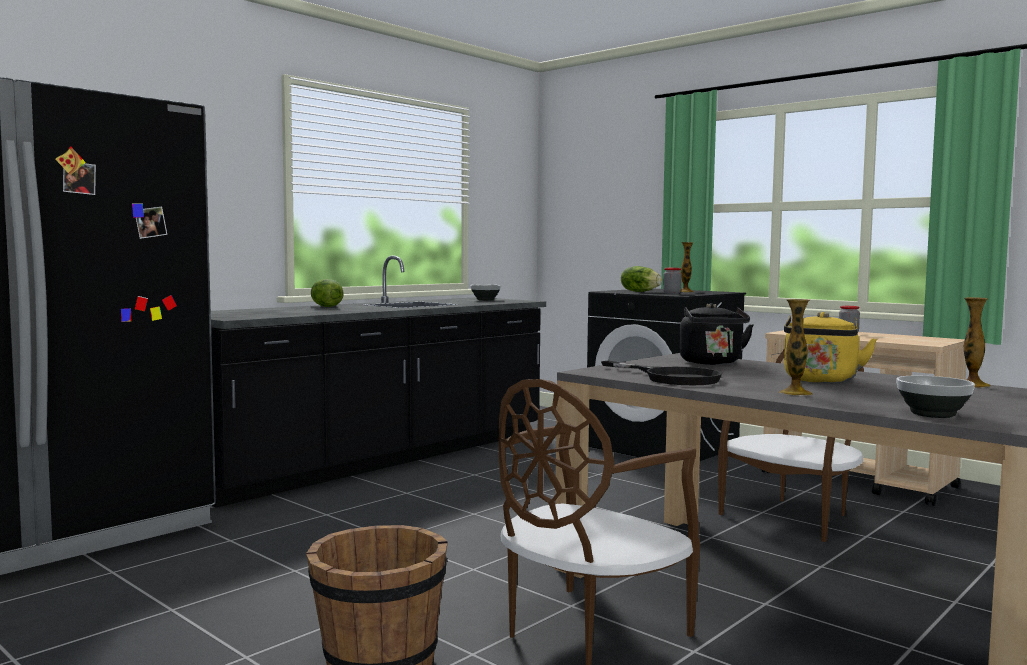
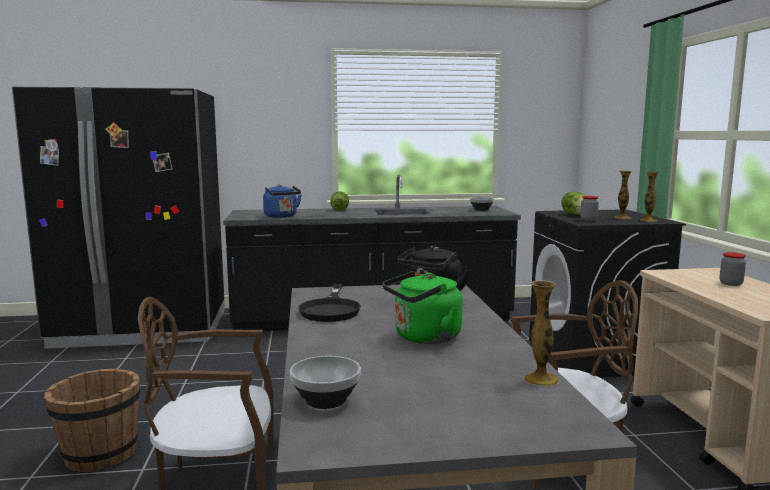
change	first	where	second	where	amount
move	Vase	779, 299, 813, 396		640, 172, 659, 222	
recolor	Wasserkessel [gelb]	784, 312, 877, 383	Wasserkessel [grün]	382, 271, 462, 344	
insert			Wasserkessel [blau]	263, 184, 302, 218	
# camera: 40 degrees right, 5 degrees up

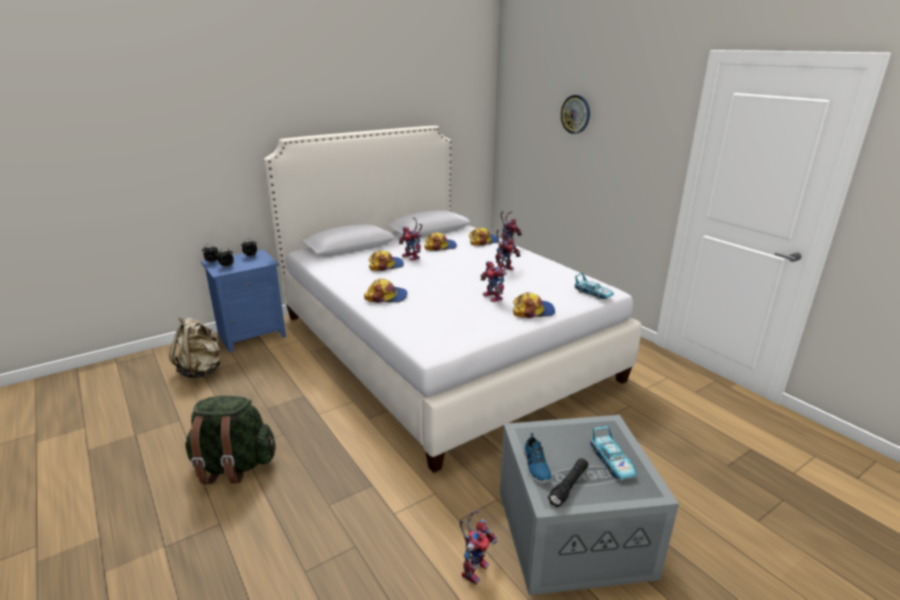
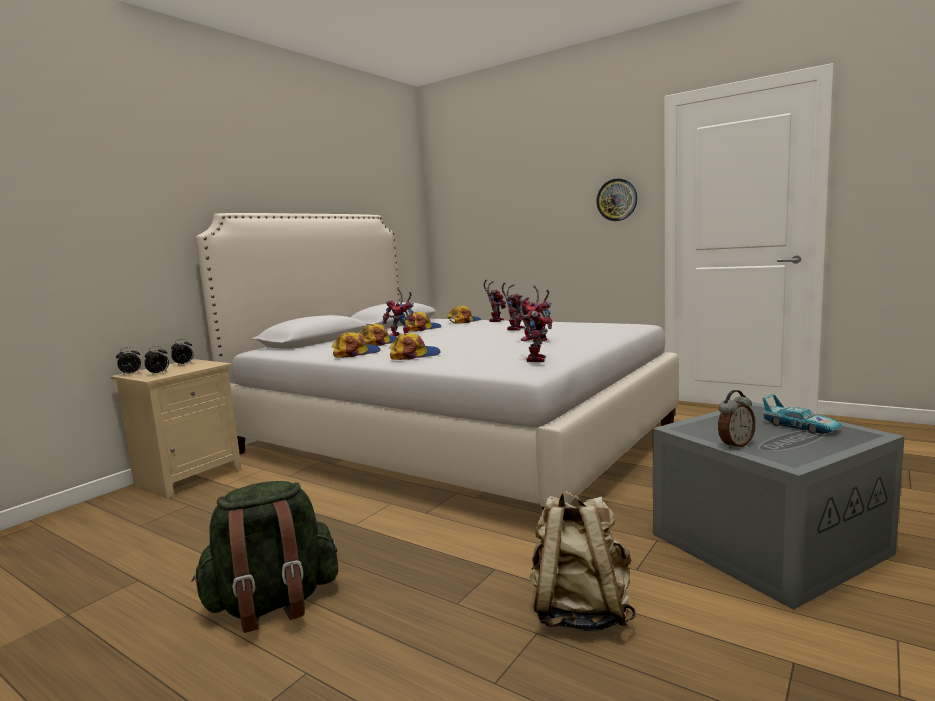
change	first	where	second	where	amount
move	Wanduhr	561, 95, 590, 134		596, 178, 637, 221	
recolor	Nachttisch [blau]	201, 249, 286, 352	Nachttisch [beige]	111, 359, 242, 499	
delete	Spielzeugauto	575, 273, 614, 299			
move	Kappe	513, 292, 555, 318		331, 332, 381, 358	
move	Rucksack [beige]	169, 317, 222, 378		529, 490, 636, 631	
replace	Schuh	523, 433, 552, 483	Wecker	718, 390, 755, 449	
delete	Taschenlampe [schwarz]	548, 458, 588, 508			
move	Spielzeugroboter	459, 510, 497, 585		516, 295, 548, 362	
# camera: 20 degrees left, 15 degrees down

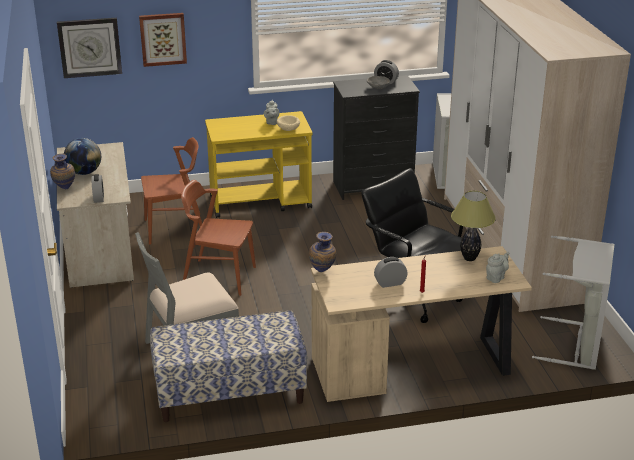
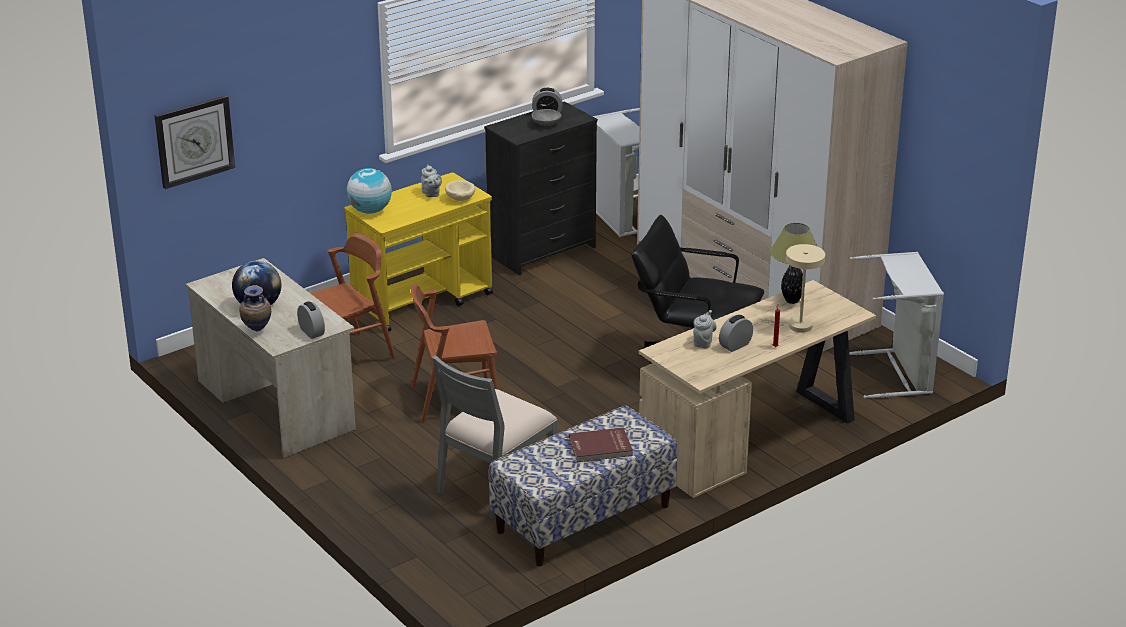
change	first	where	second	where	amount
delete	Bild	139, 13, 187, 67			
delete	Vase	309, 232, 336, 272			
move	Teekanne [grau]	486, 252, 509, 283		693, 310, 717, 348	
insert			Globus	346, 168, 392, 214	
insert			Tischlampe [beige]	759, 244, 825, 333	
insert			Buch [rot]	569, 428, 633, 462	
# camera: 25 degrees left, 0 degrees up

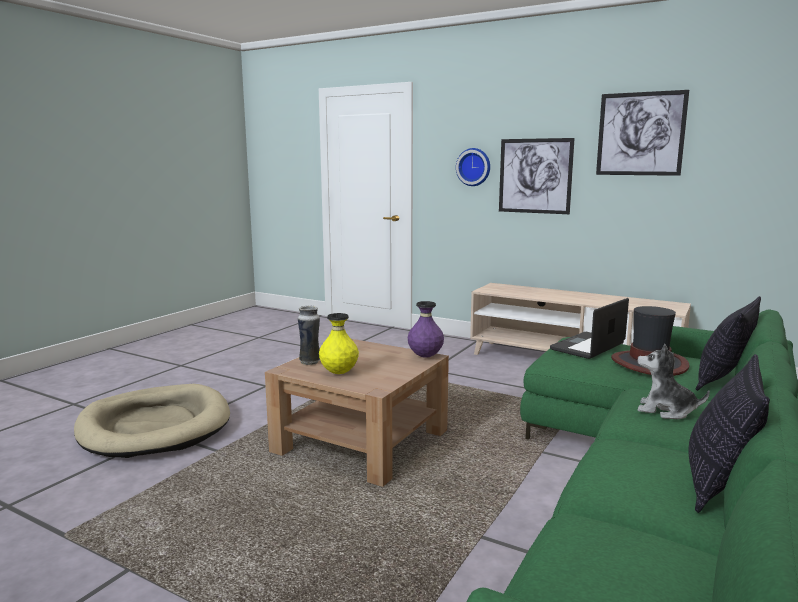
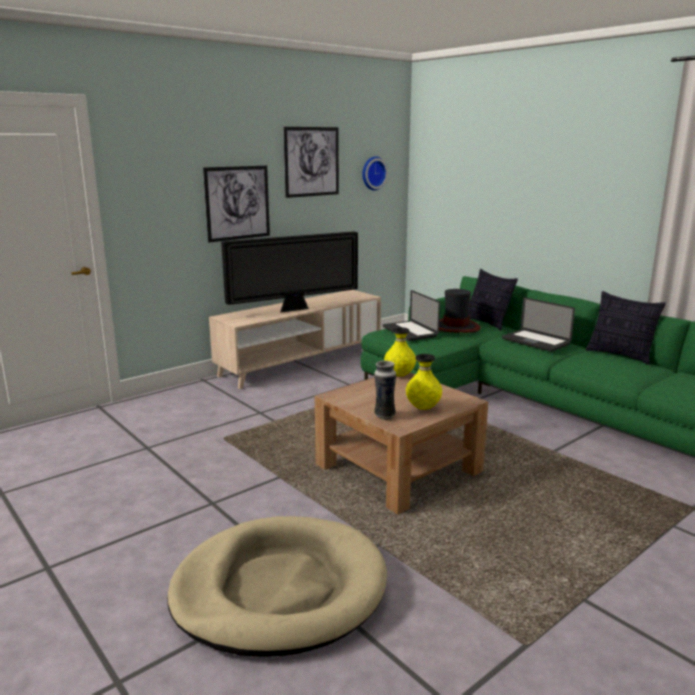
change	first	where	second	where	amount
move	Wanduhr	456, 148, 490, 186		362, 156, 388, 190	
recolor	Vase [lila]	408, 301, 444, 358	Vase [gelb]	384, 327, 416, 377	
replace	Plüschtier	638, 344, 710, 419	Laptop	502, 297, 575, 352	
insert			Fernseher	221, 231, 358, 313	
# camera: 70 degrees left, 5 degrees up

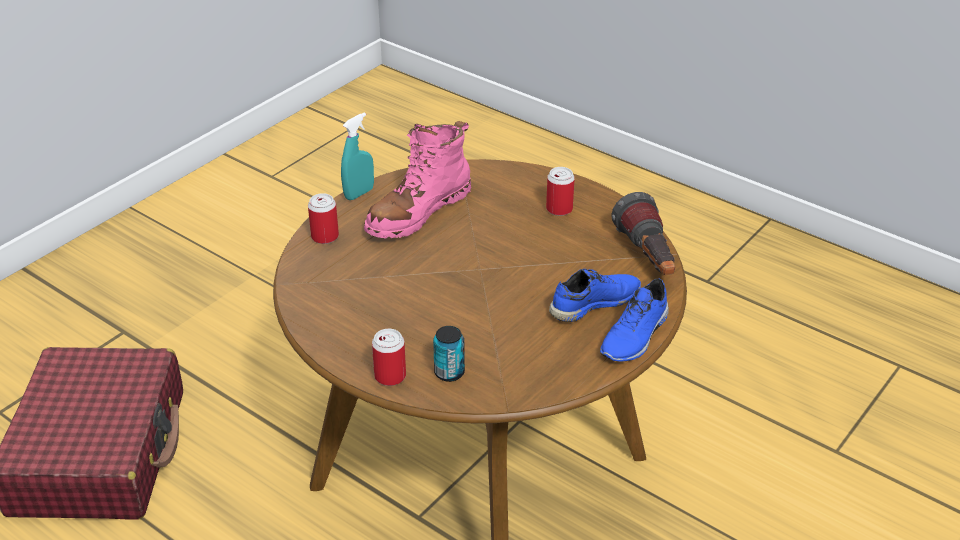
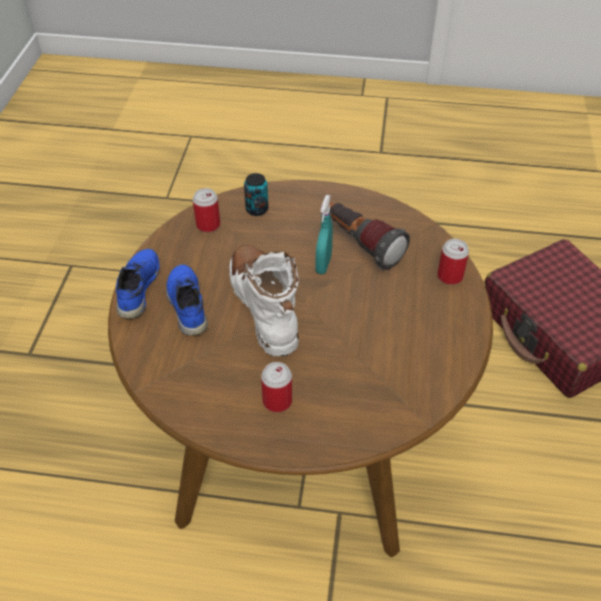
change	first	where	second	where	amount
move	Sprühflasche [türkis]	341, 113, 374, 200		316, 195, 333, 274	
delete	Stiefel [rosa]	364, 121, 471, 238			
move	Taschenlampe	611, 192, 675, 275		329, 202, 410, 270	
rotate	Schuh [blau]	549, 269, 641, 322		166, 264, 208, 336	135 degrees clockwise
move	Dose	372, 329, 406, 386		193, 188, 220, 232	
insert			Stiefel [weiß]	229, 245, 299, 356	
# camera: 150 degrees right, 10 degrees up

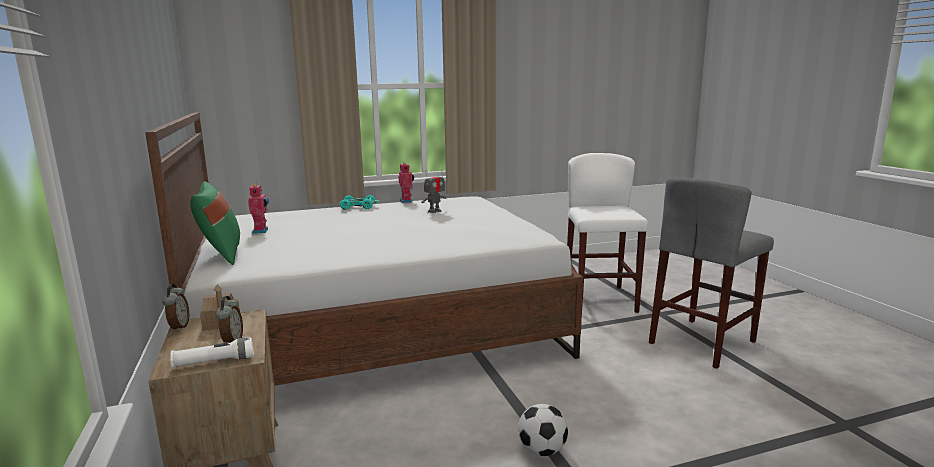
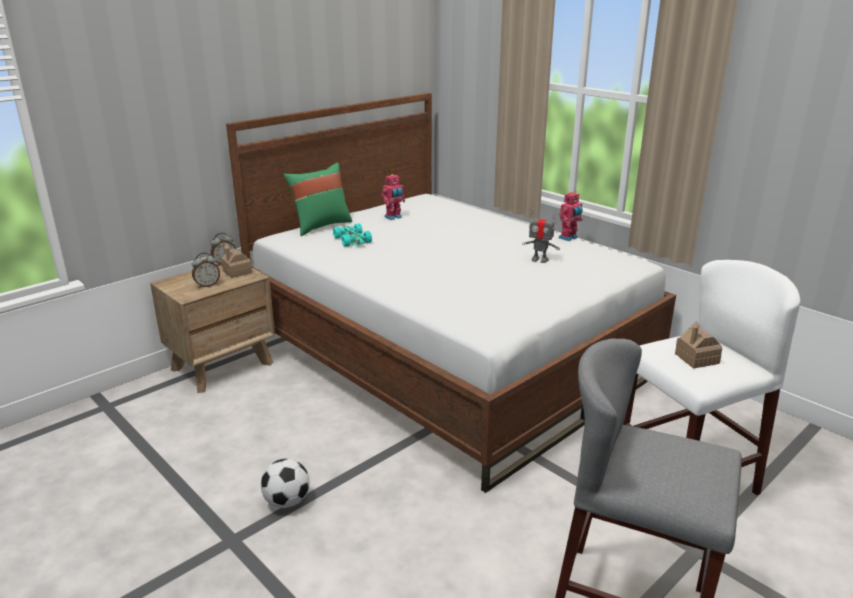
change	first	where	second	where	amount
move	Spielzeugauto [türkis]	340, 195, 379, 210		333, 223, 372, 247	
delete	Taschenlampe [weiß]	170, 337, 254, 368			
insert			Spielzeughaus	675, 321, 722, 368	
# camera: 65 degrees right, 10 degrees up

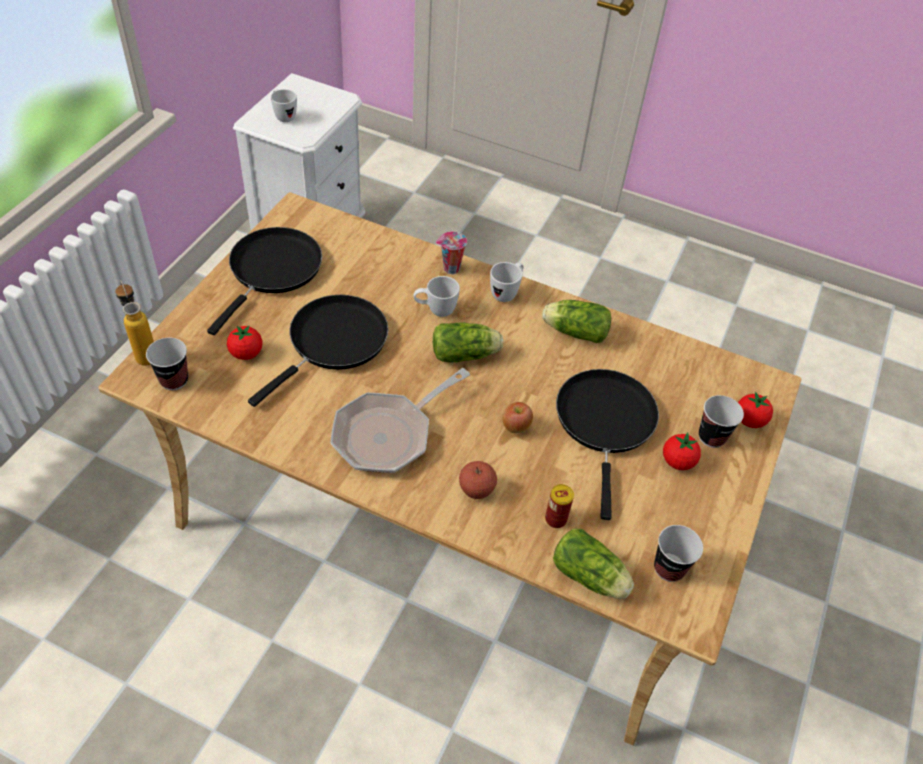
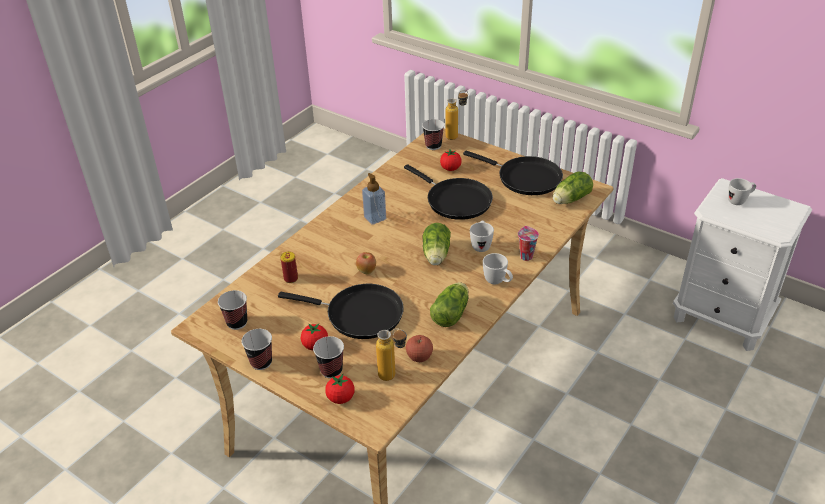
change	first	where	second	where	amount
replace	Pfanne	330, 368, 470, 473	Seifenspender	362, 173, 386, 225	
move	Apfel	459, 461, 497, 499		406, 335, 433, 362	
move	Salatkopf	553, 528, 634, 599		553, 171, 593, 204	
insert			Tasse	241, 329, 272, 370	
insert			Flasche	376, 329, 407, 381	
# camera: 105 degrees right, 10 degrees down

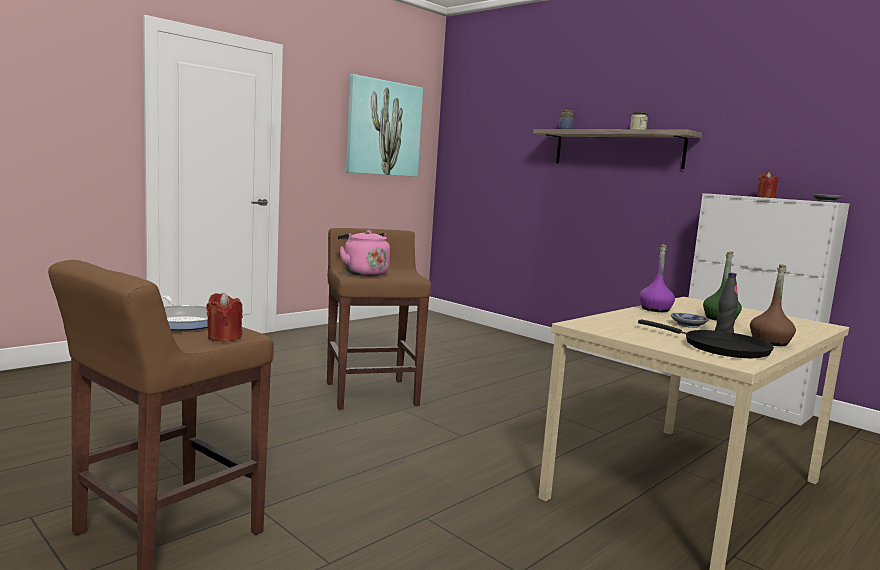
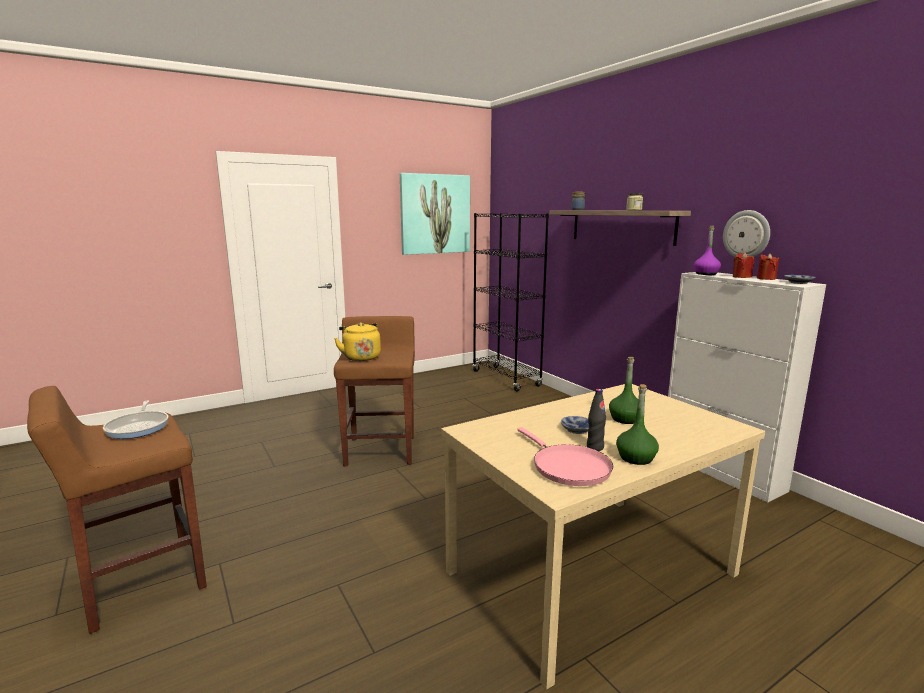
change	first	where	second	where	amount
recolor	Wasserkessel [rosa]	338, 230, 390, 276	Wasserkessel [gelb]	334, 322, 381, 361	
move	Flasche [lila]	639, 245, 675, 312		694, 226, 721, 275	
recolor	Flasche [braun]	750, 264, 796, 346	Flasche [grün]	616, 384, 659, 465	
move	Kerze [rot]	206, 292, 243, 342		757, 253, 779, 280	
recolor	Pfanne [schwarz]	638, 319, 774, 358	Pfanne [rosa]	517, 427, 613, 486	
insert			Wanduhr	723, 210, 770, 257	
insert			Bücherregal [schwarz]	472, 213, 549, 391	
# camera: 15 degrees right, 5 degrees up

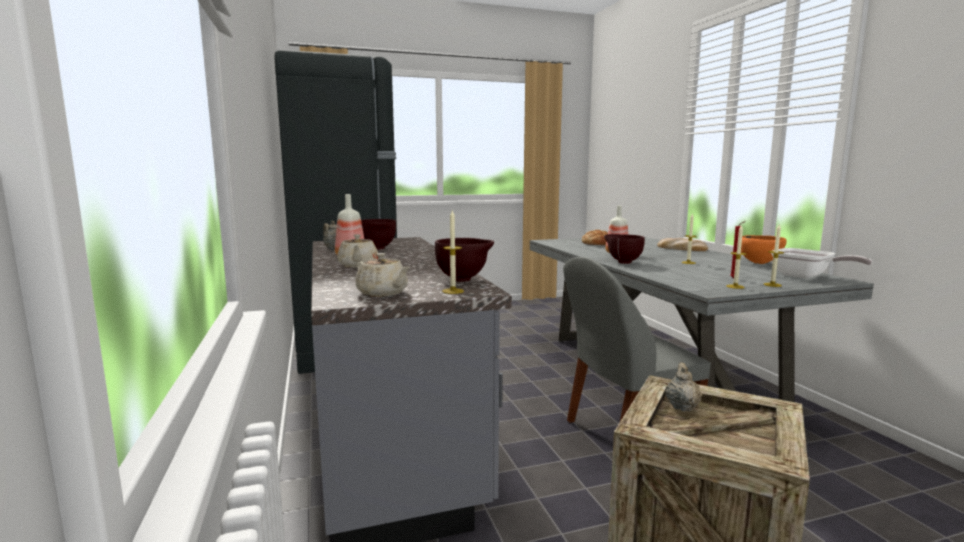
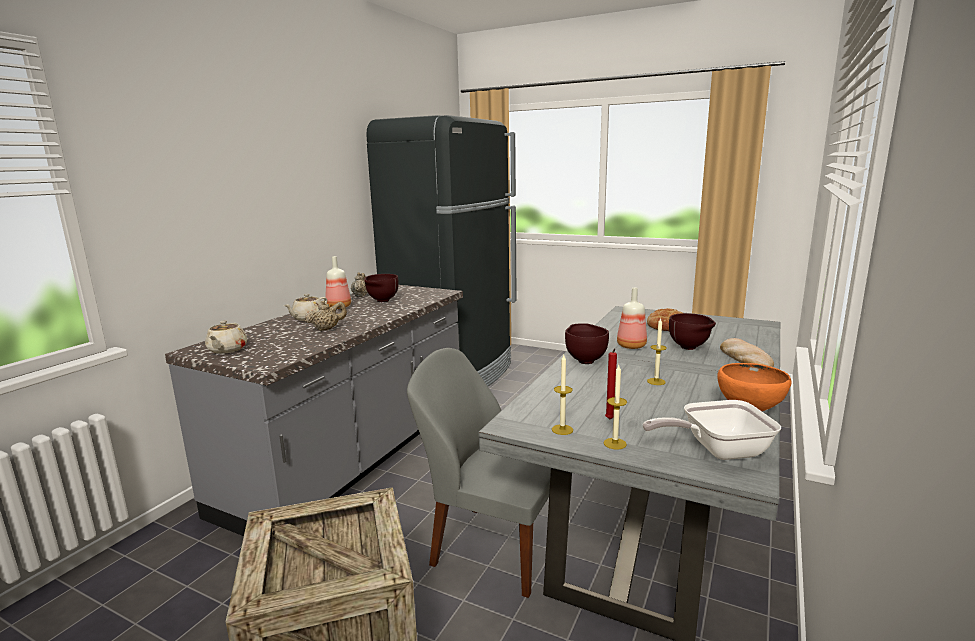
change	first	where	second	where	amount
delete	Kerze	442, 211, 464, 294			
move	Schüssel [braun]	435, 238, 494, 282		669, 313, 716, 350	
rotate	Pfanne	771, 248, 872, 279		643, 400, 781, 460	75 degrees clockwise
move	Teekanne [beige]	666, 362, 703, 412		304, 300, 347, 331	
# camera: 45 degrees right, 5 degrees up

